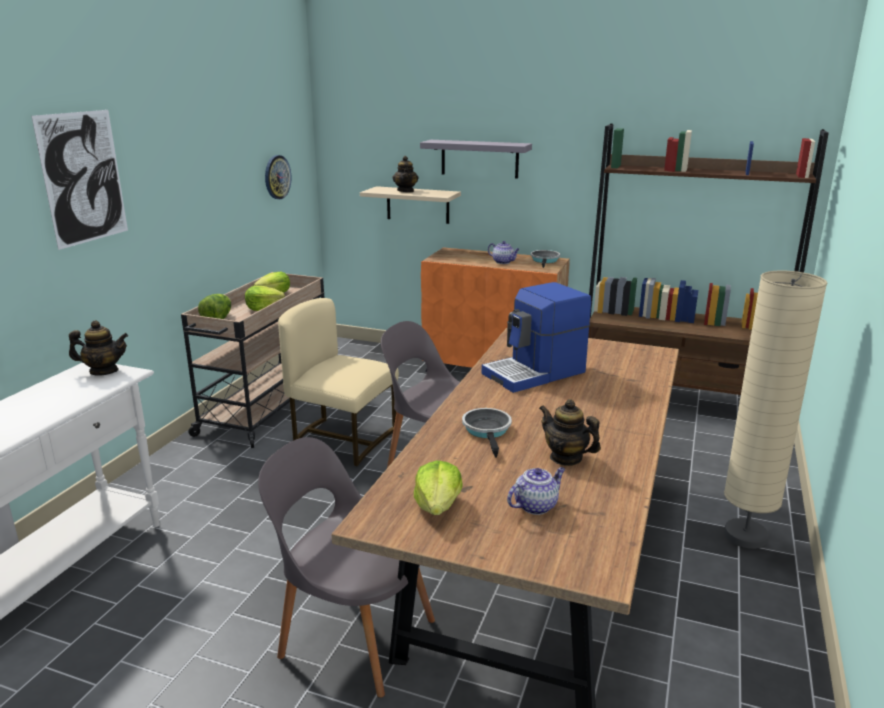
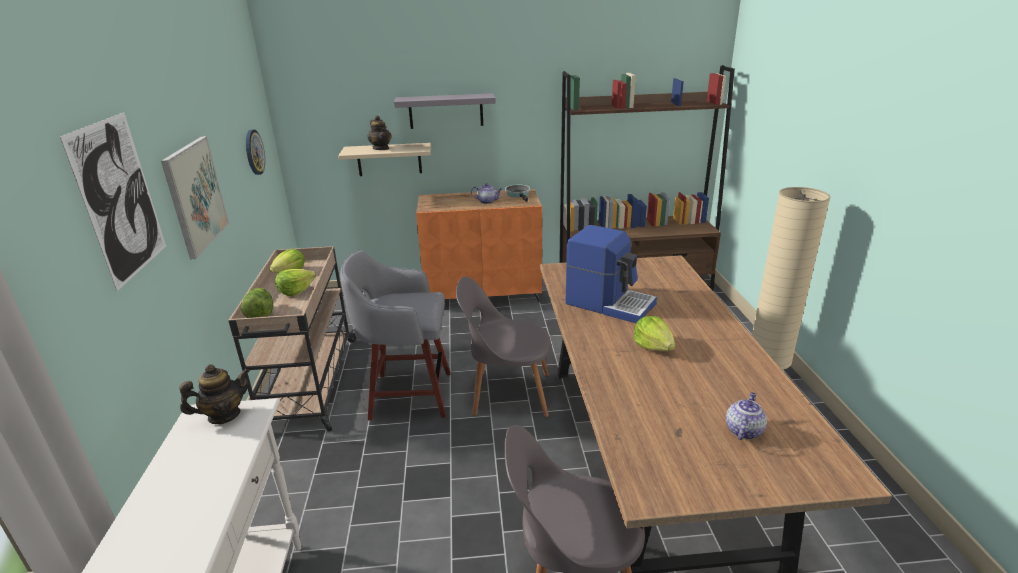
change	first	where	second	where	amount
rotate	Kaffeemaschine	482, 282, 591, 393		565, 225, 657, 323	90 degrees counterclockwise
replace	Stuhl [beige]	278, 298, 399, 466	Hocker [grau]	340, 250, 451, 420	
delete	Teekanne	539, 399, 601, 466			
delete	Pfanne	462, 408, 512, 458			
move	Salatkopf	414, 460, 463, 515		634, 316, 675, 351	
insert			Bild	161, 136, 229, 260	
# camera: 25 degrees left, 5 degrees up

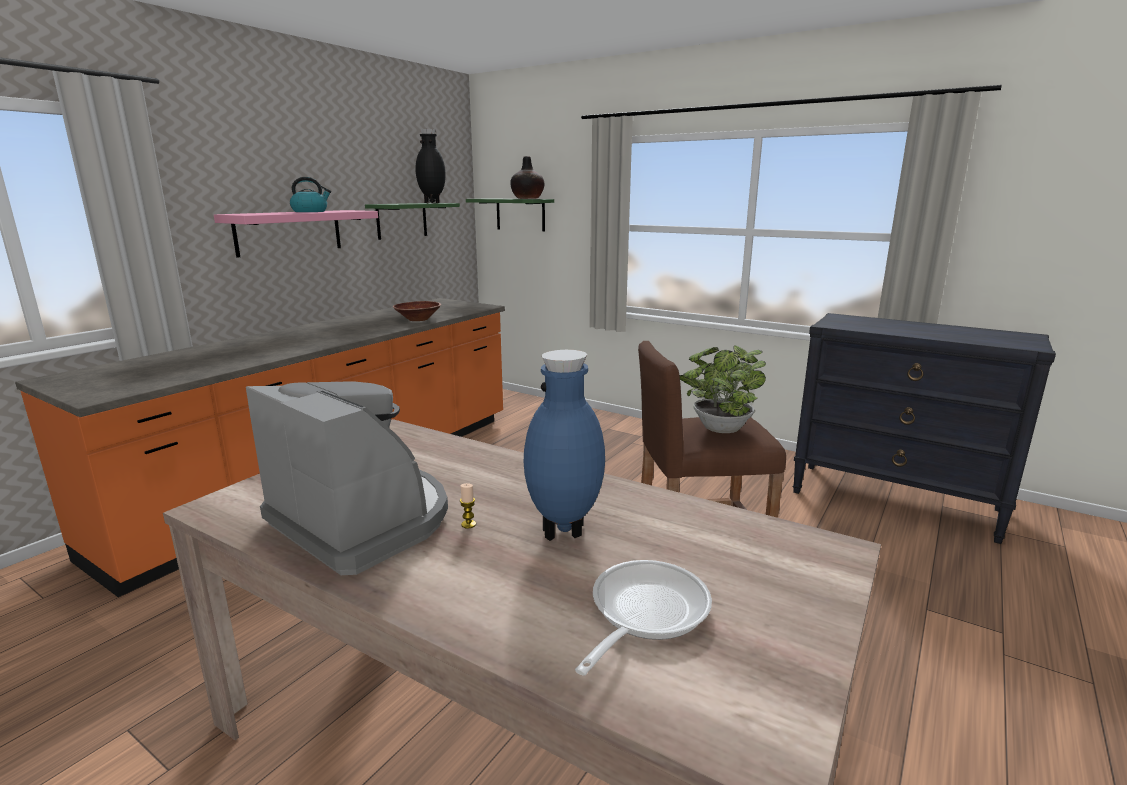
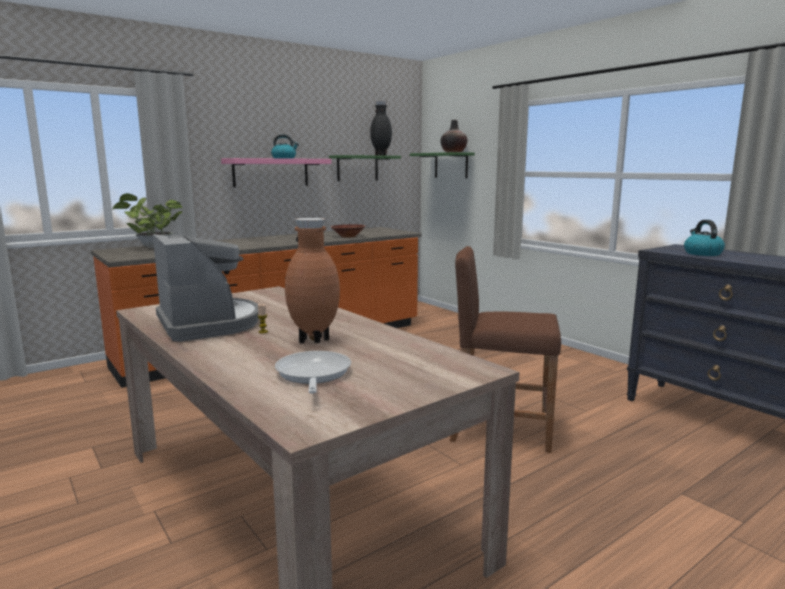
change	first	where	second	where	amount
move	Topfpflanze	680, 345, 766, 433		112, 193, 183, 248	
recolor	Vase [blau]	524, 350, 605, 541	Vase [braun]	285, 218, 340, 343	
rotate	Pfanne	575, 560, 712, 675		275, 351, 351, 394	60 degrees counterclockwise
insert			Wasserkessel	684, 220, 725, 256	
# camera: 20 degrees right, 5 degrees down

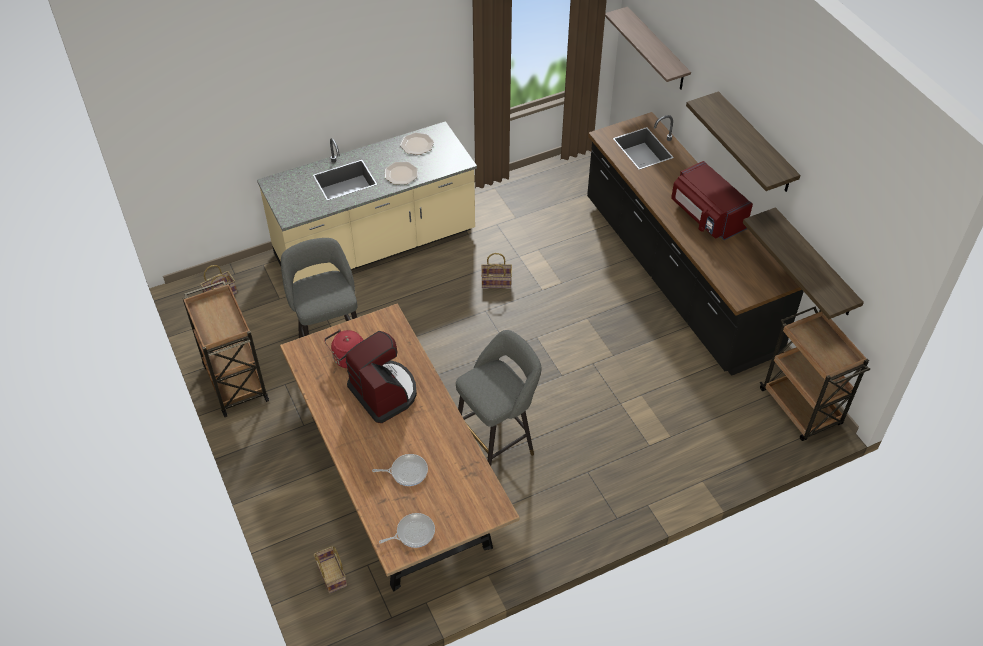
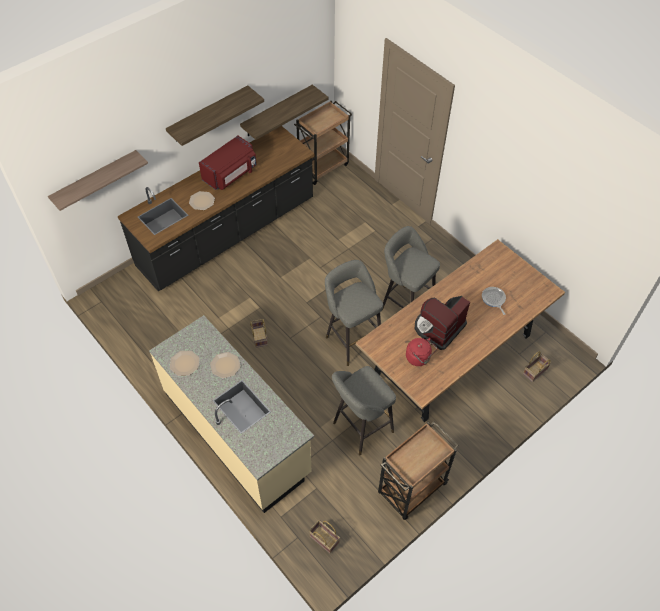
change	first	where	second	where	amount
delete	Pfanne	379, 513, 435, 548			
insert			Teller	189, 191, 215, 210	
insert			Hocker [grau]	325, 260, 383, 366	
# camera: 105 degrees left, 5 degrees up

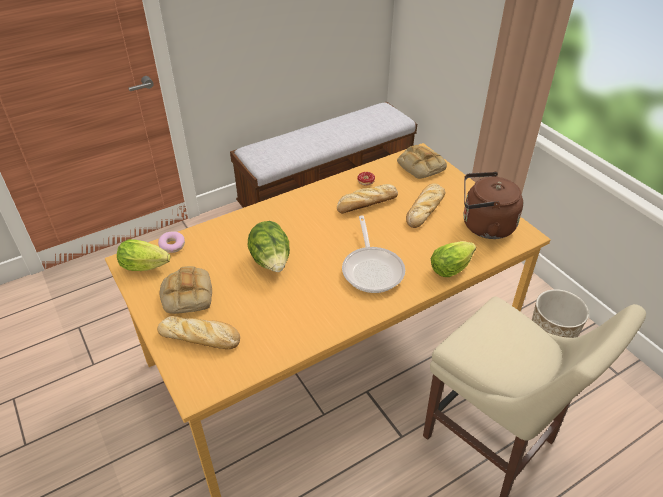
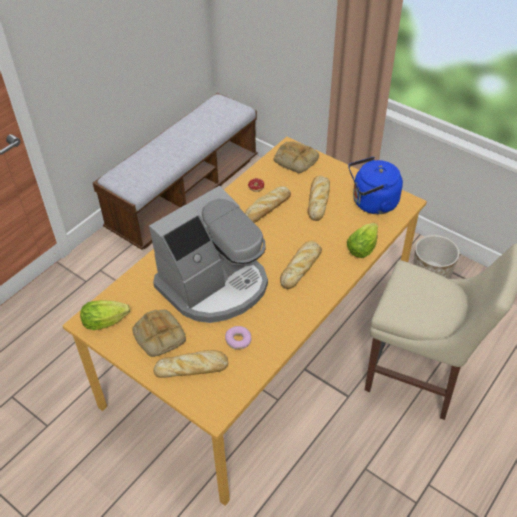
change	first	where	second	where	amount
recolor	Wasserkessel [braun]	464, 172, 523, 239	Wasserkessel [blau]	348, 157, 403, 214	
replace	Pfanne	342, 215, 405, 293	Brot	280, 241, 322, 289	
replace	Salatkopf	248, 221, 290, 272	Kaffeemaschine	149, 186, 268, 323	
move	Donut	158, 231, 185, 253		225, 326, 252, 350	
# camera: 20 degrees left, 5 degrees up

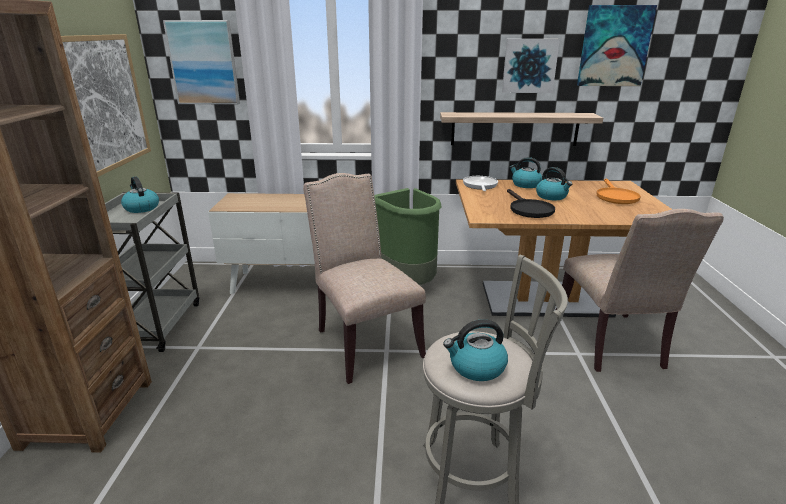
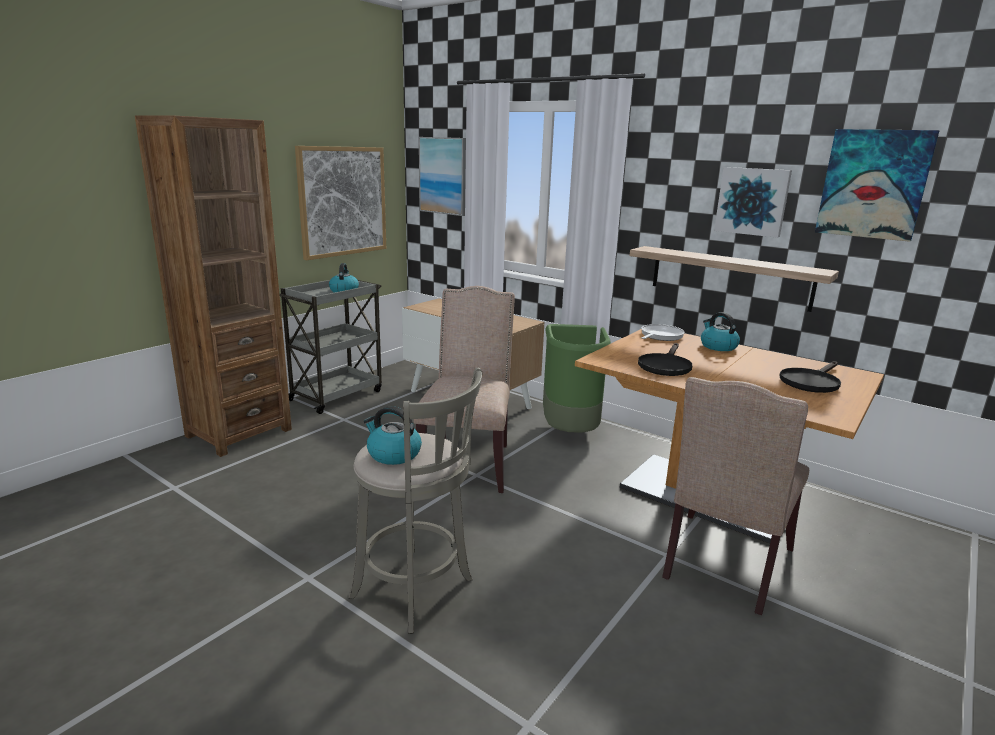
change	first	where	second	where	amount
delete	Wasserkessel	536, 167, 572, 200			
recolor	Pfanne [orange]	596, 179, 641, 204	Pfanne [schwarz]	779, 361, 841, 393	
# camera: 35 degrees right, 5 degrees down

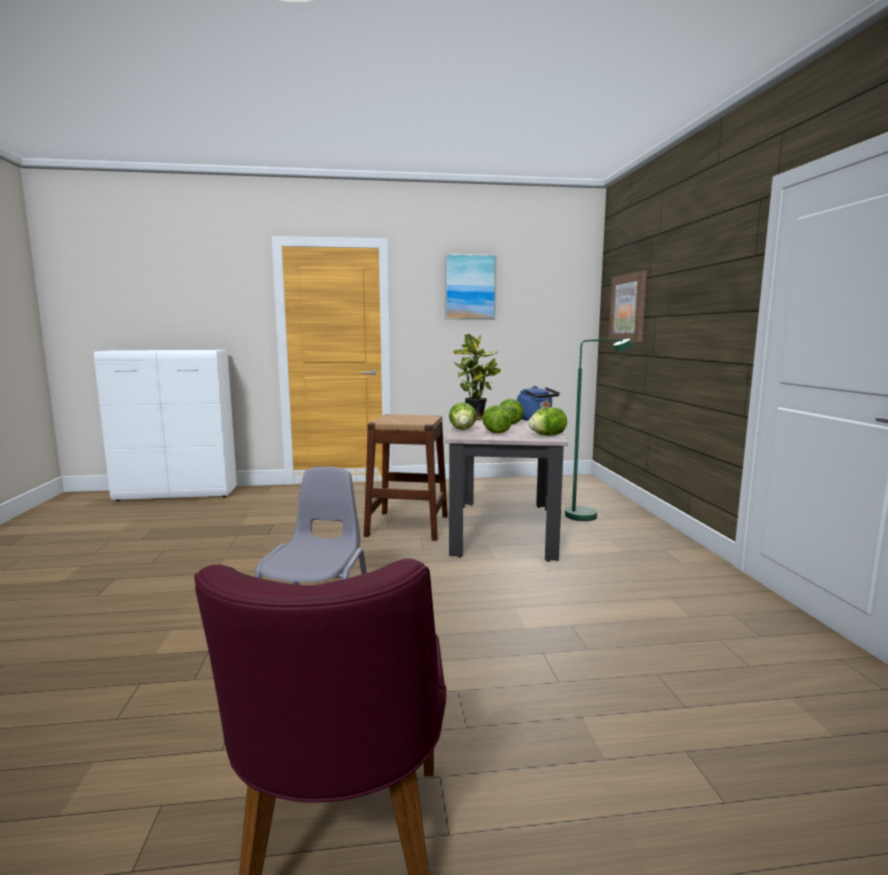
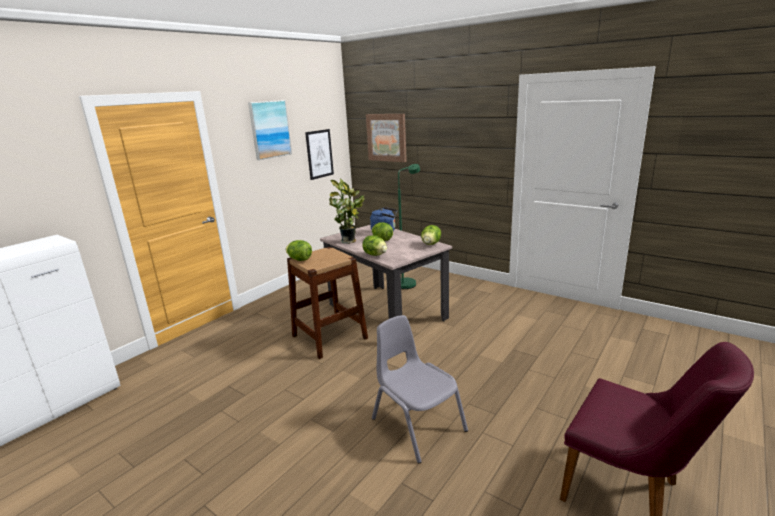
change	first	where	second	where	amount
move	Salatkopf	482, 405, 513, 434		286, 240, 312, 261	
insert			Bild	305, 129, 334, 180	
# camera: 45 degrees left, 10 degrees up

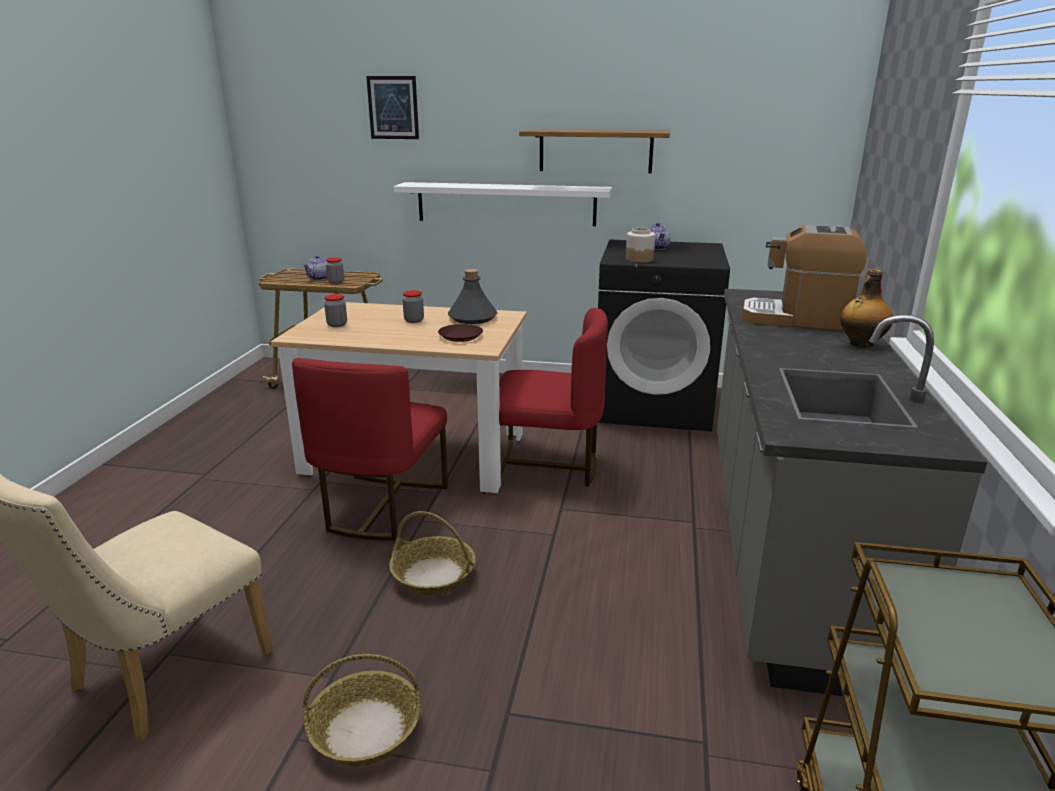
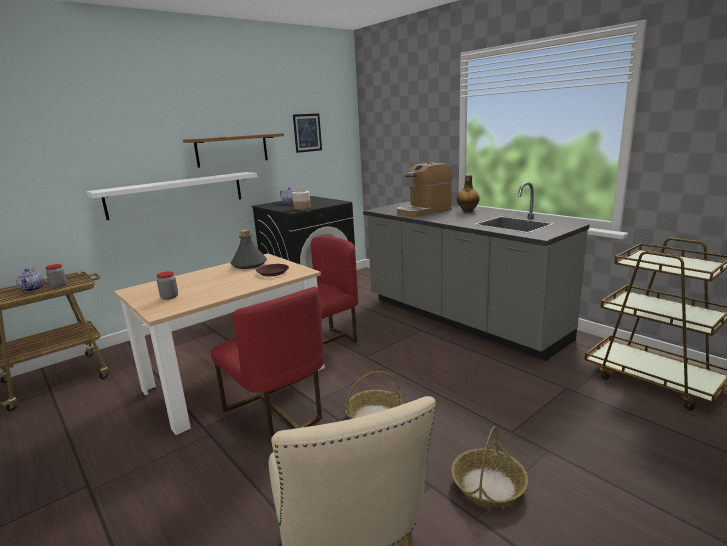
change	first	where	second	where	amount
move	Bild	366, 76, 419, 139		293, 113, 322, 153	
delete	Vorratsglas	403, 290, 424, 323			
# camera: 50 degrees left, 5 degrees down

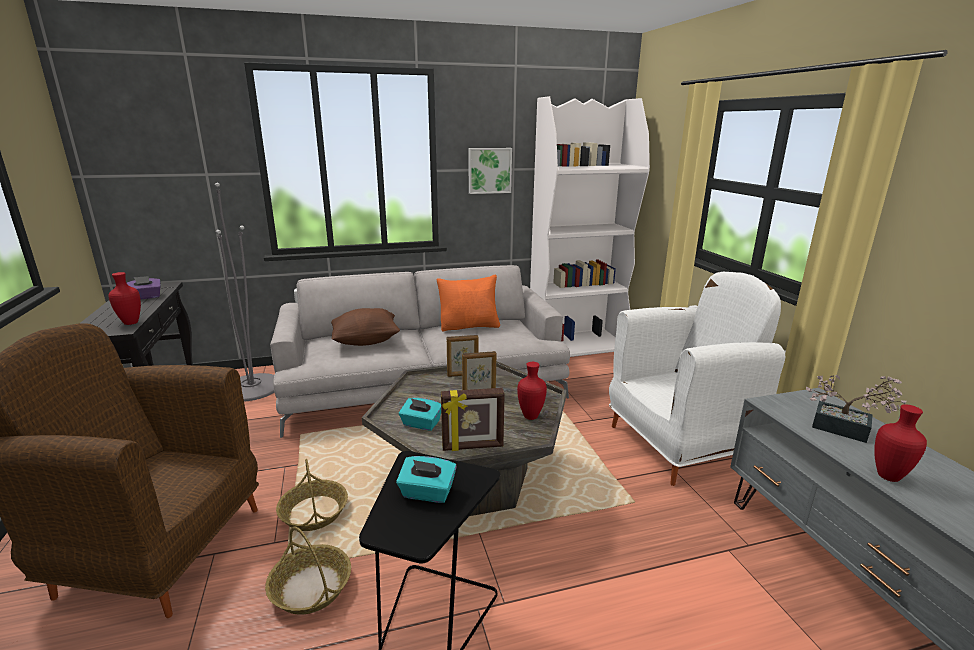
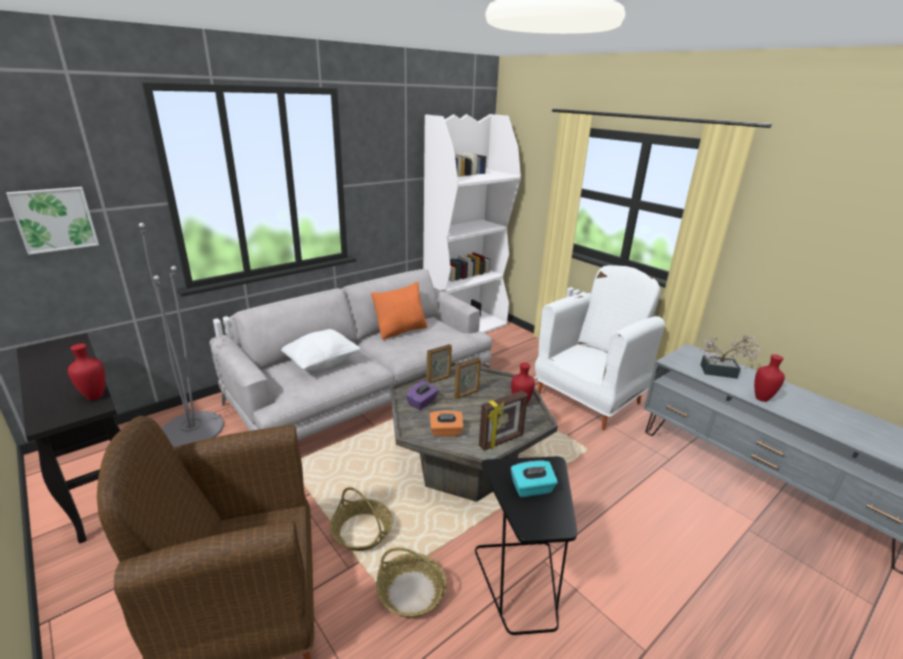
change	first	where	second	where	amount
move	Bild	468, 148, 512, 194		6, 187, 99, 255	
move	Taschentuchbox [lila]	127, 276, 160, 300		406, 381, 439, 410	
recolor	Kissen [braun]	331, 308, 400, 346	Kissen [weiß]	281, 329, 360, 371	
recolor	Taschentuchbox [türkis]	399, 398, 441, 431	Taschentuchbox [orange]	430, 410, 463, 437	
# camera: 25 degrees left, 5 degrees up

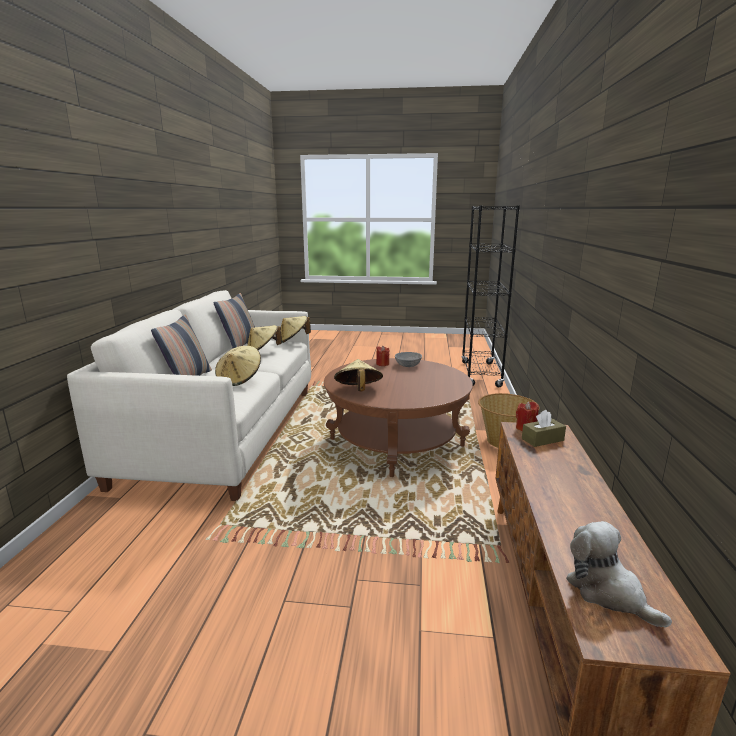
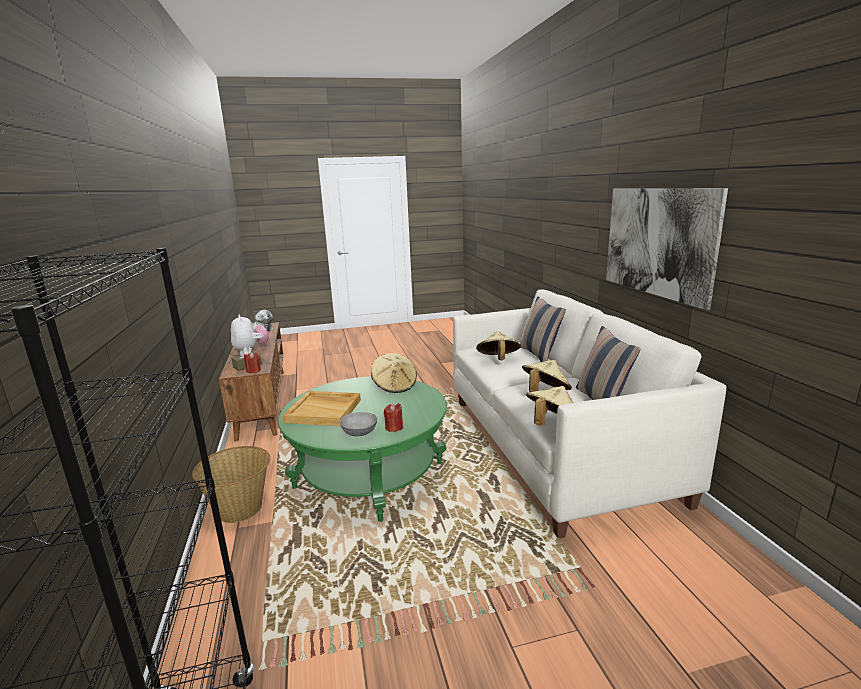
change	first	where	second	where	amount
recolor	Couchtisch [braun]	324, 358, 473, 477	Couchtisch [grün]	278, 376, 447, 522	
insert			Bild	606, 188, 728, 310	
insert			Plüschtier	231, 314, 269, 350	
insert			Tablett [beige]	283, 391, 361, 426	
# camera: 160 degrees right, 0 degrees up

